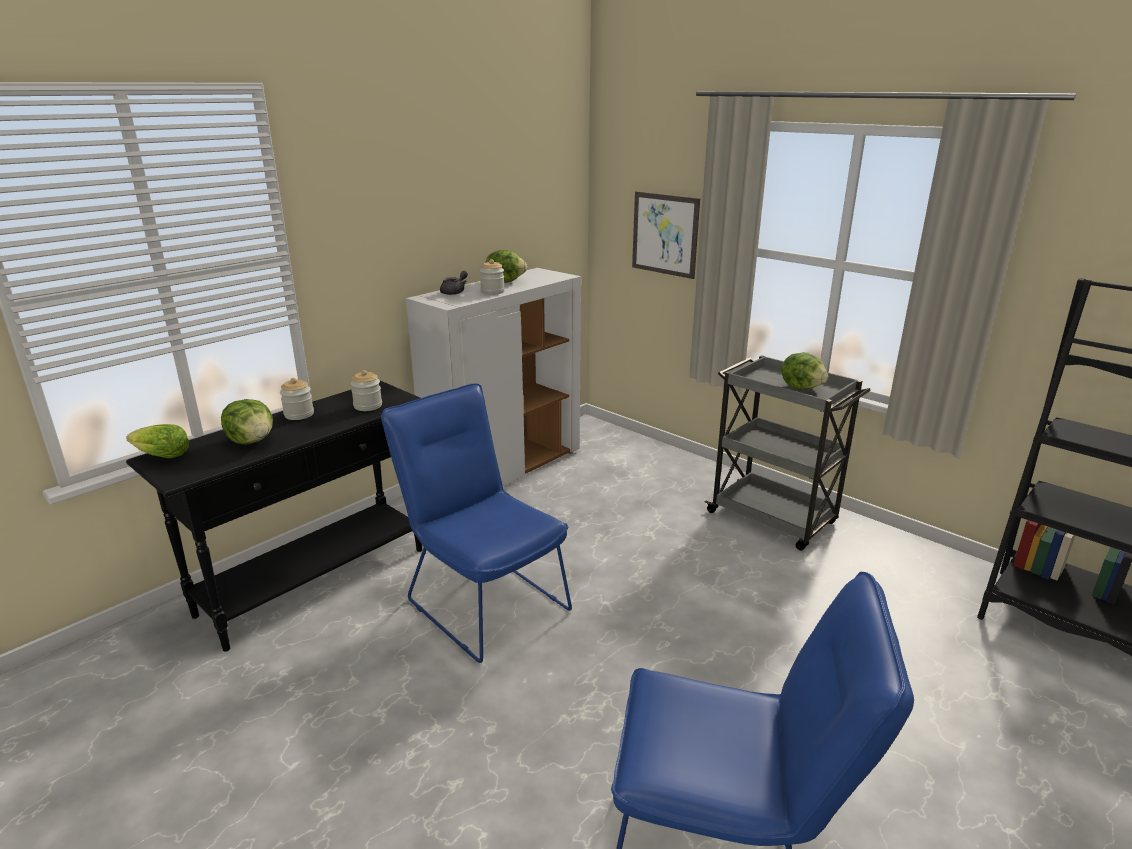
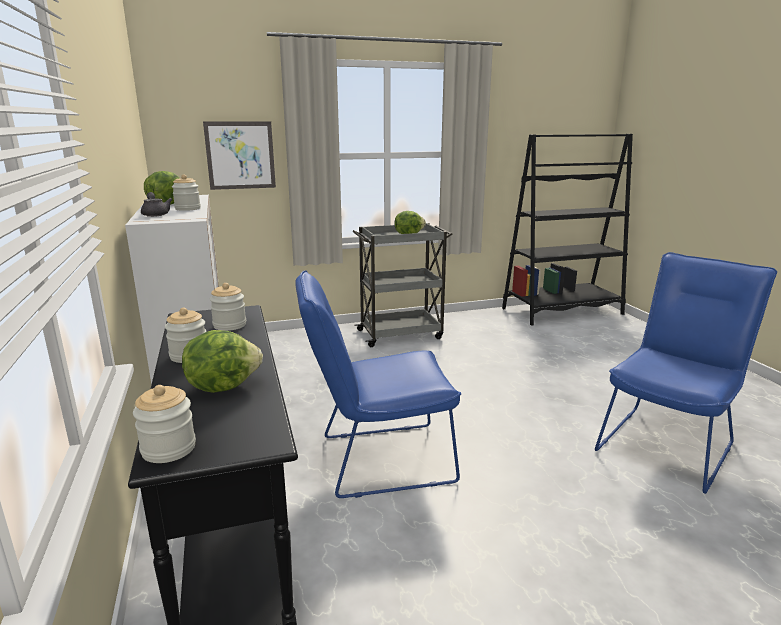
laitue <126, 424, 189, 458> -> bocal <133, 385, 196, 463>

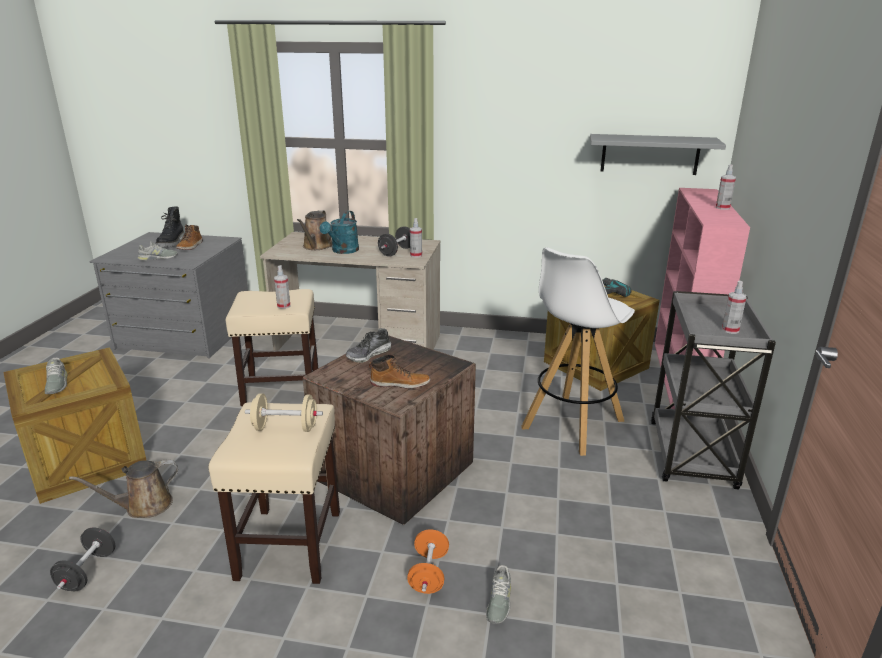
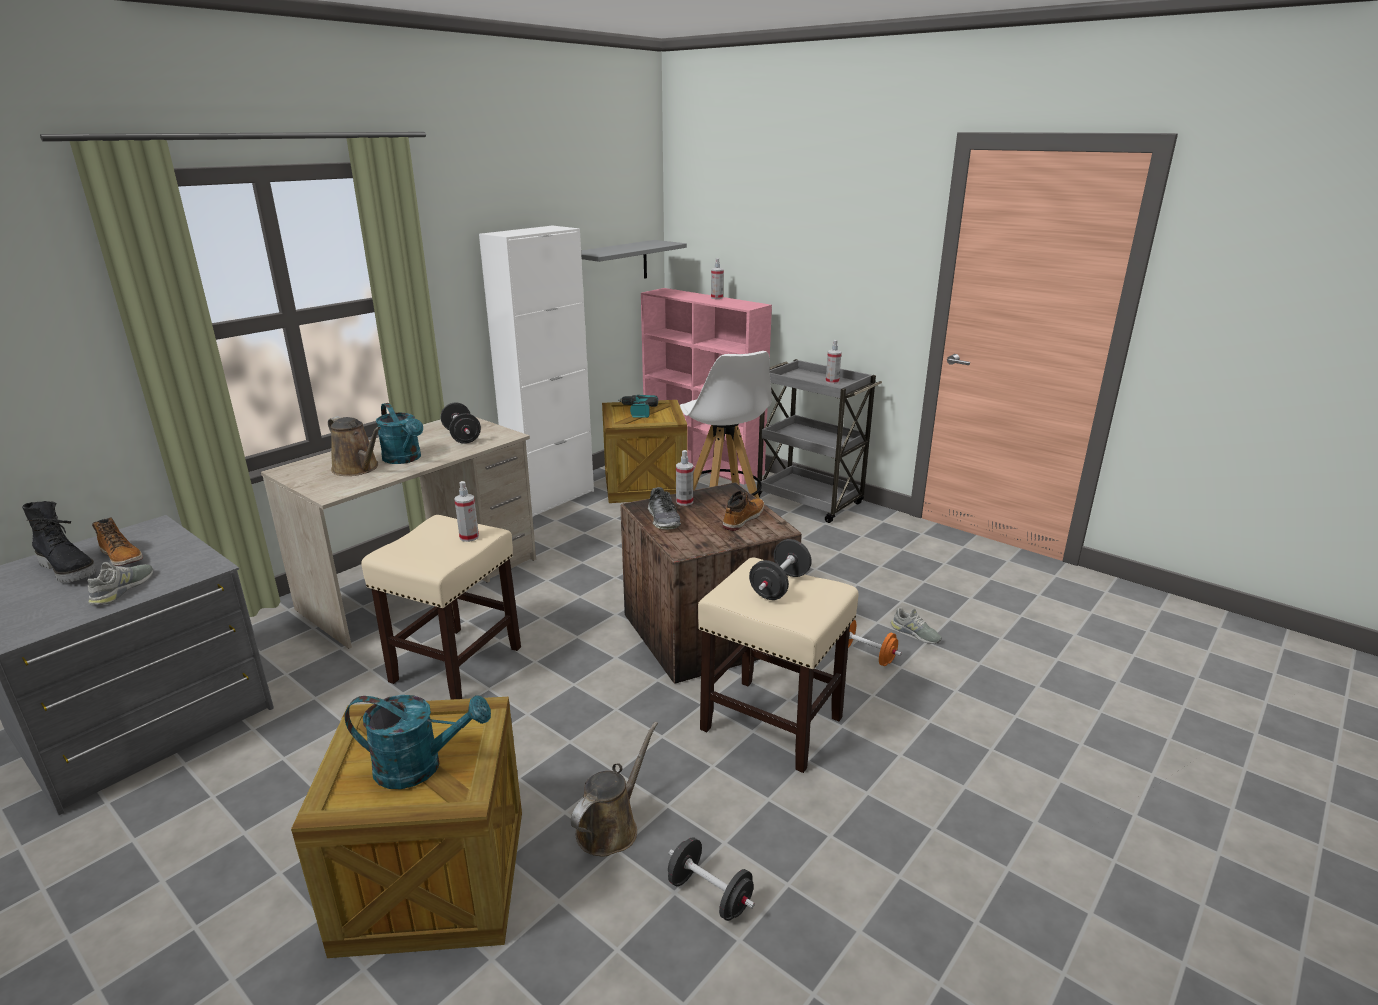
vaporisateur <410, 218, 422, 258> -> vaporisateur <676, 450, 693, 506>, moved
chaussure/gris <45, 358, 67, 394> -> arrosoir/turquoise <345, 695, 491, 789>
haltère/beige <245, 393, 323, 432> -> haltère/noir <749, 539, 812, 600>
arrosoir/marron <69, 460, 178, 518> -> arrosoir/marron <571, 722, 658, 857>, 150 degrees counterclockwise
none -> meuble de rangement/blanc <479, 226, 594, 517>

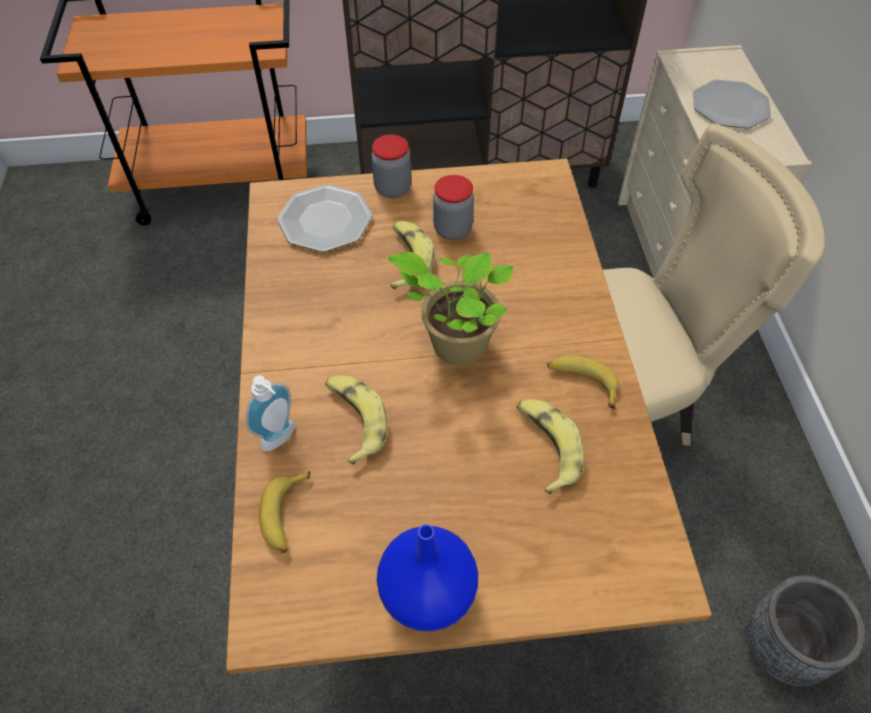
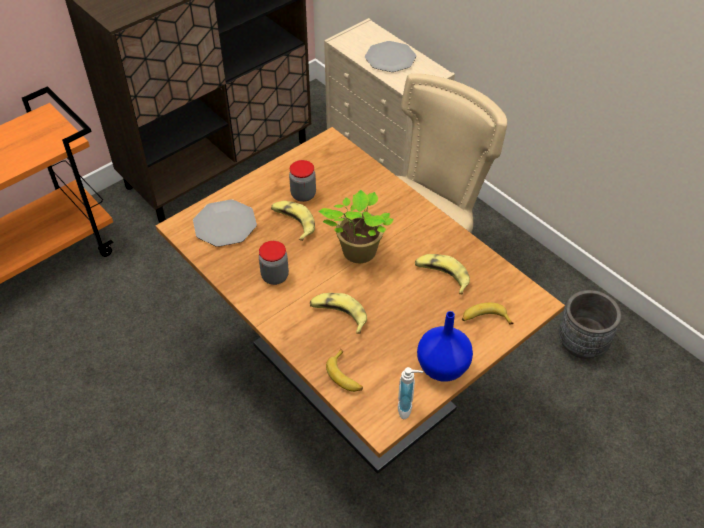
bocal <371, 135, 411, 198> -> bocal <259, 241, 289, 285>, moved
banane <547, 355, 619, 409> -> banane <462, 302, 514, 325>, moved
distributeur de savon <246, 375, 295, 451> -> distributeur de savon <398, 367, 423, 419>, moved

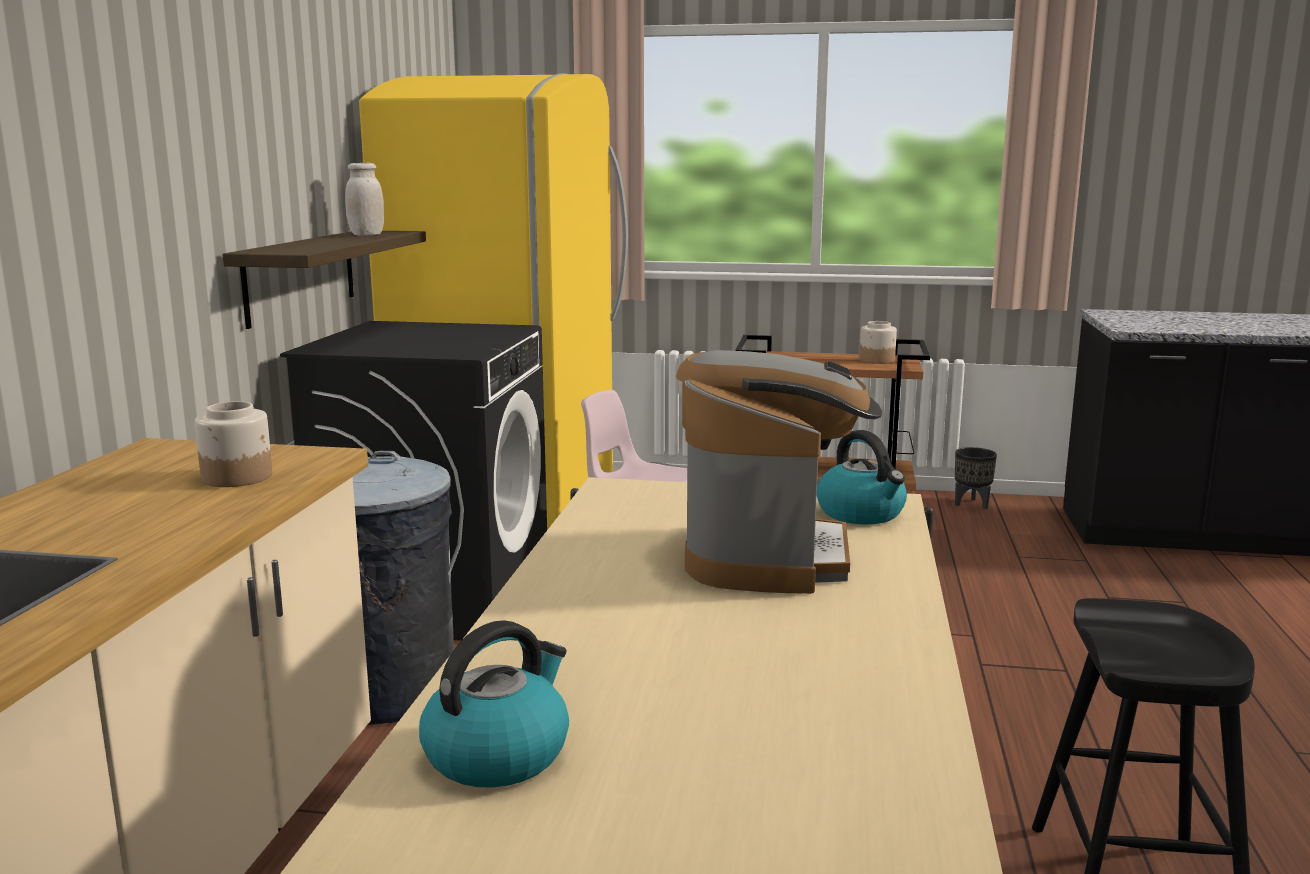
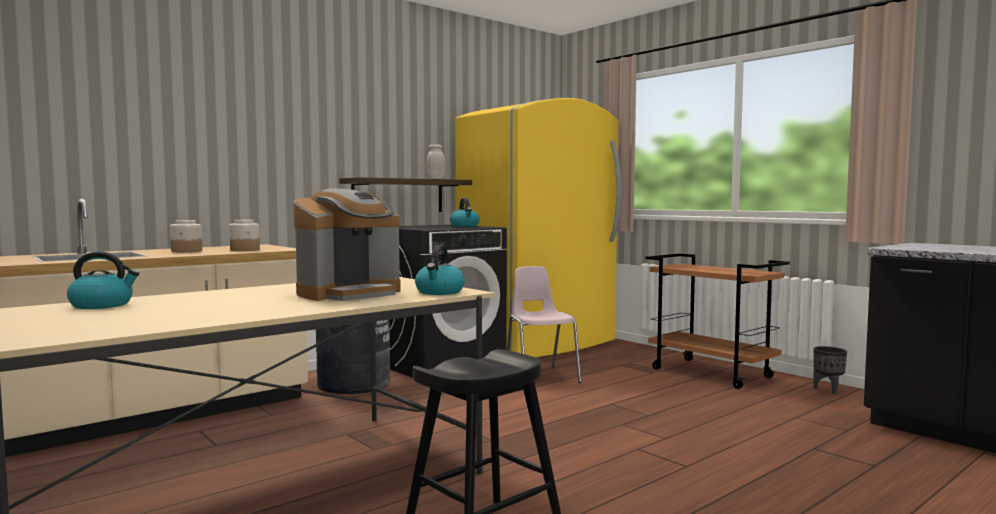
bocal <859, 321, 897, 364> -> bocal <170, 220, 202, 252>, moved
none -> bouilloire <450, 198, 479, 227>

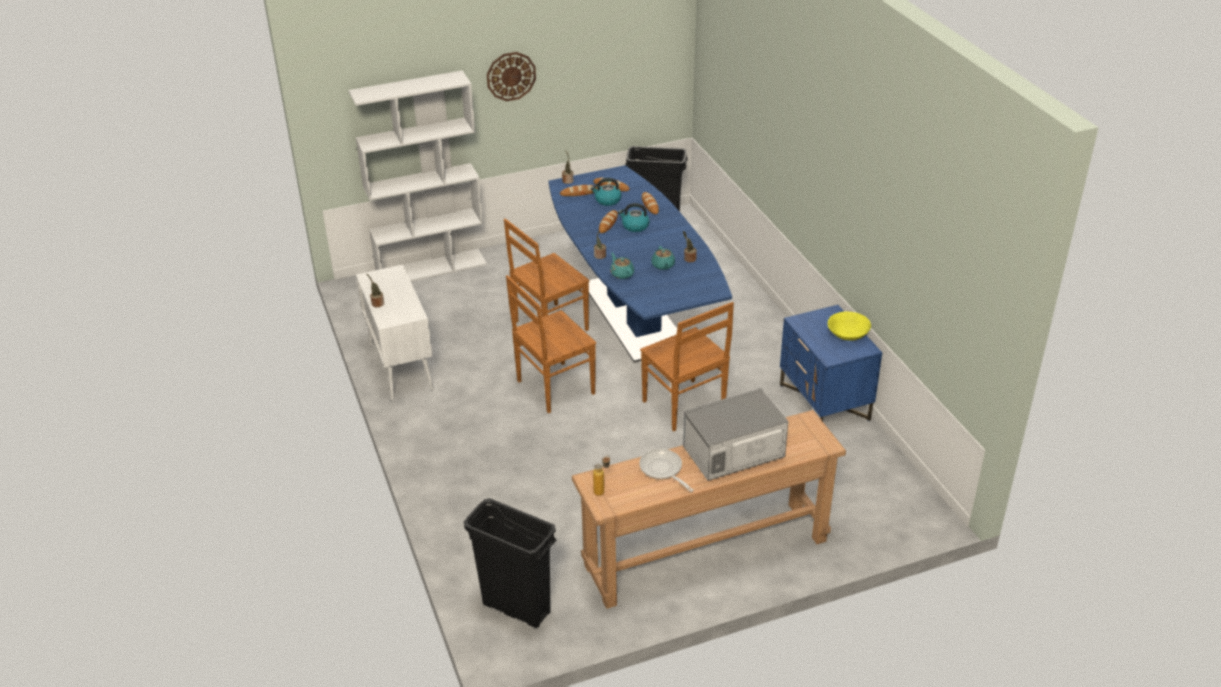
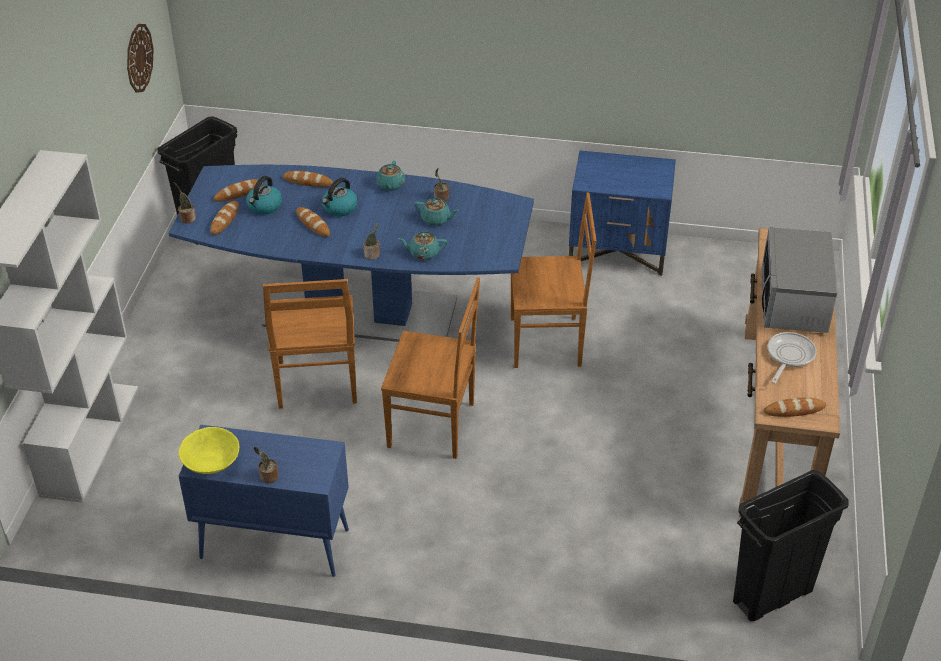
horloge murale <487, 52, 536, 101> -> horloge murale <127, 24, 154, 93>, moved
meuble de rangement/blanc <356, 265, 434, 400> -> meuble de rangement/bleu <179, 425, 349, 577>
chaise/marron <506, 275, 596, 413> -> chaise/marron <381, 277, 480, 459>, 75 degrees counterclockwise
bol/jaune <828, 312, 871, 341> -> bol/jaune <179, 427, 239, 474>, moved
poêle <639, 449, 694, 492> -> poêle <767, 332, 816, 384>, 120 degrees clockwise
bouteille <593, 456, 610, 496> -> pain <764, 398, 826, 417>
none -> théière/turquoise <376, 161, 405, 191>

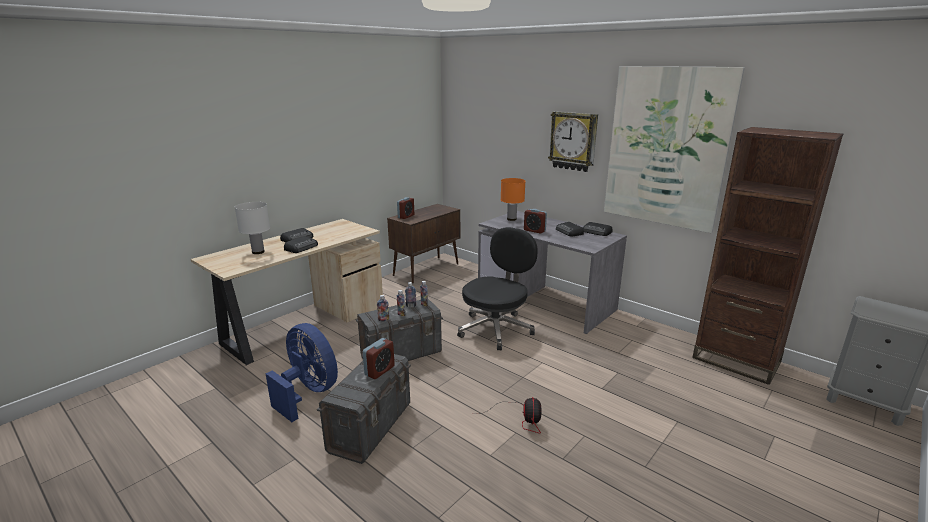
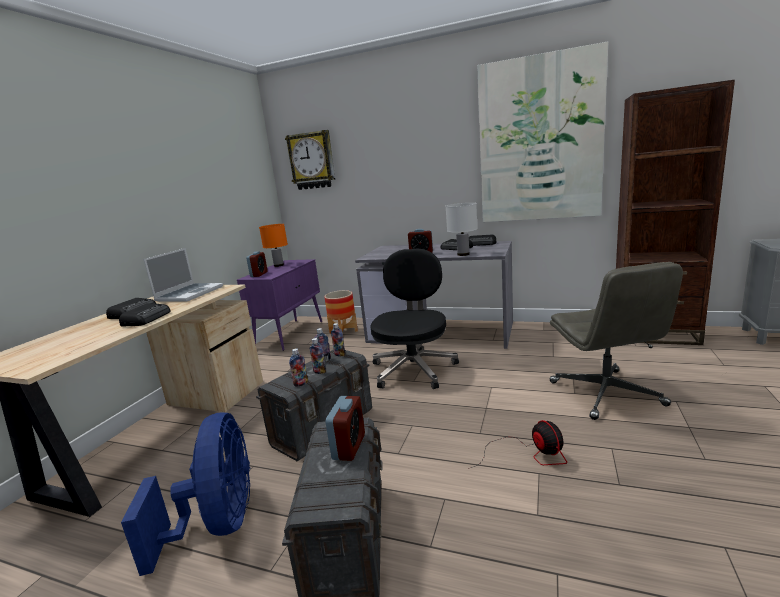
horloge murale <548, 111, 598, 172> -> horloge murale <285, 130, 335, 190>, moved
lampe de table/orange <501, 178, 525, 221> -> lampe de table/orange <259, 224, 288, 267>, moved
lampe de table/blanc <235, 202, 270, 254> -> lampe de table/blanc <446, 203, 478, 256>, moved
meuble de rangement/marron <387, 204, 460, 284> -> meuble de rangement/violet <237, 259, 322, 351>
ventilateur/bleu <266, 323, 338, 422> -> ventilateur/bleu <121, 412, 250, 576>, 60 degrees clockwise
none -> ordinateur portable <143, 248, 223, 302>
none -> chaise de bureau/gris <549, 262, 683, 420>
none -> cache-pot <324, 290, 358, 334>

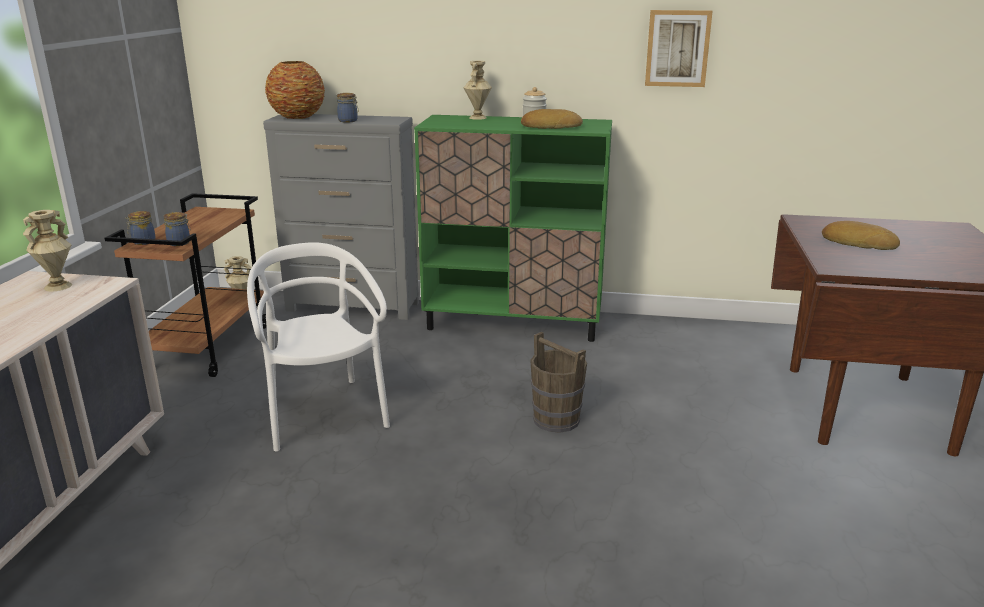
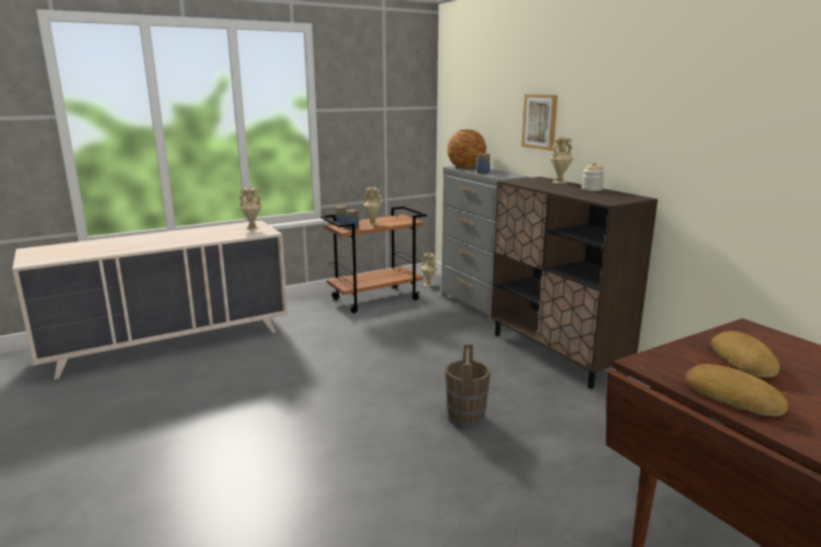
tableau <645, 10, 713, 87> -> tableau <522, 94, 558, 151>, moved
pain <521, 109, 583, 129> -> pain <685, 364, 788, 417>, moved
meuble de rangement/vert <414, 115, 612, 342> -> meuble de rangement/marron <491, 177, 658, 389>
chaise/blanc <247, 242, 390, 452> -> none
none -> vase/beige <363, 187, 382, 225>

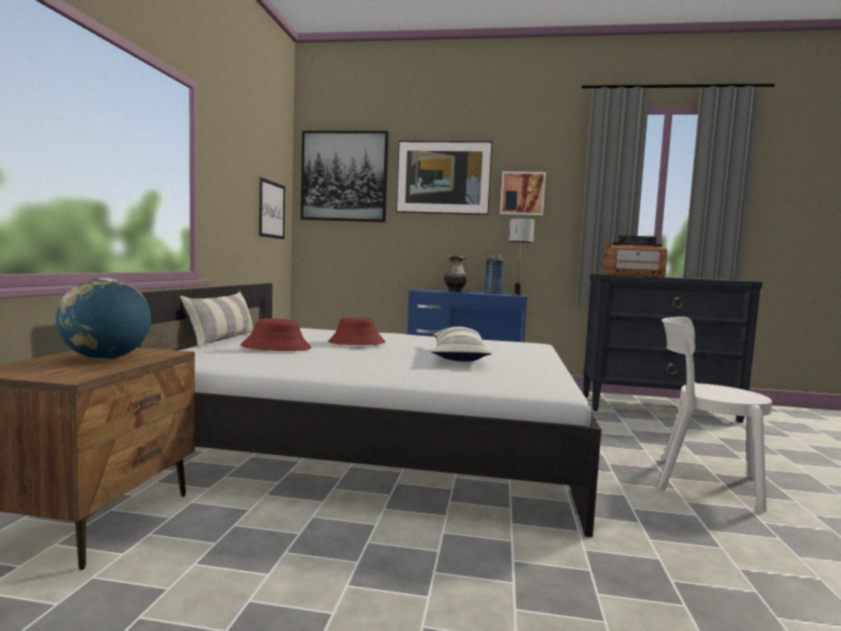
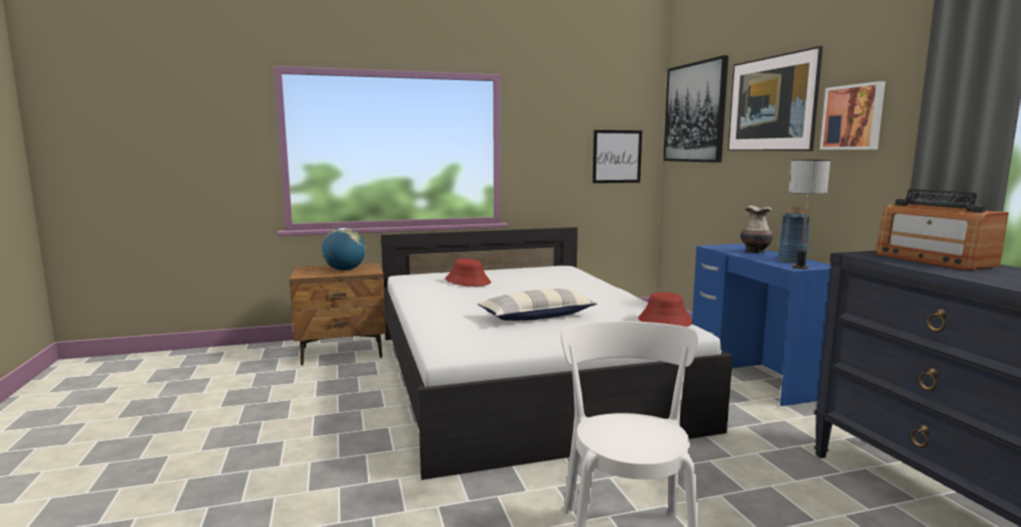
coussin <180, 291, 253, 348> -> none
chapeau/rouge <328, 317, 385, 345> -> chapeau/rouge <638, 292, 693, 327>, moved

